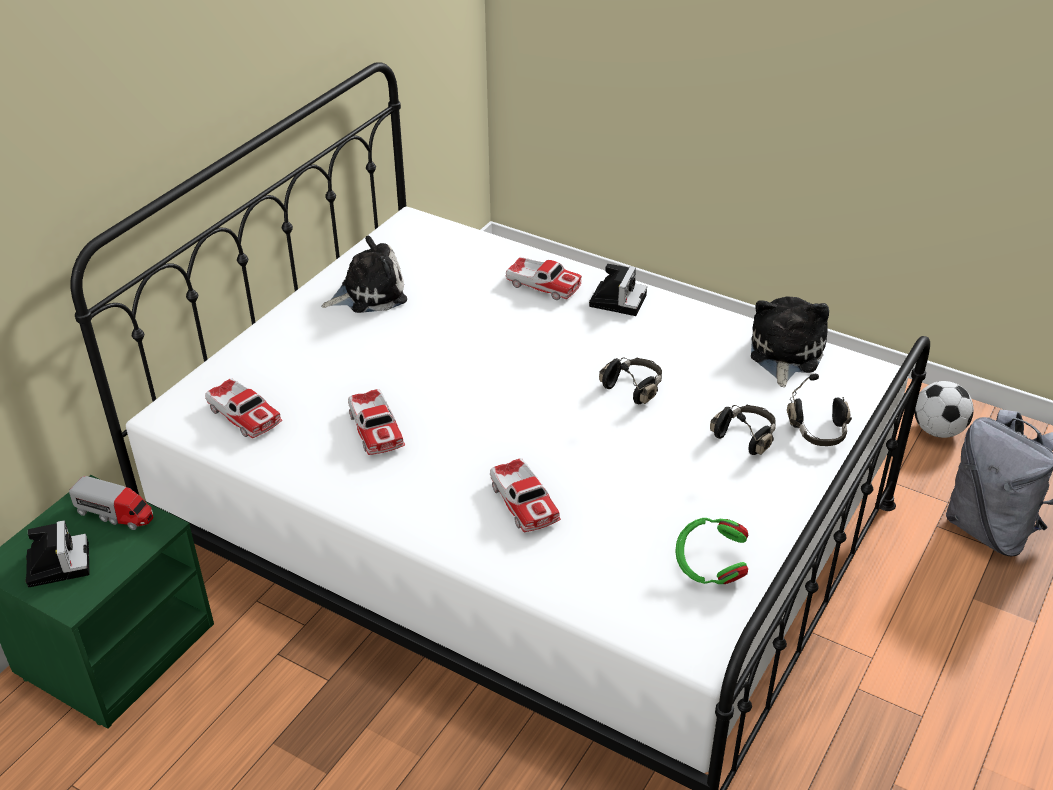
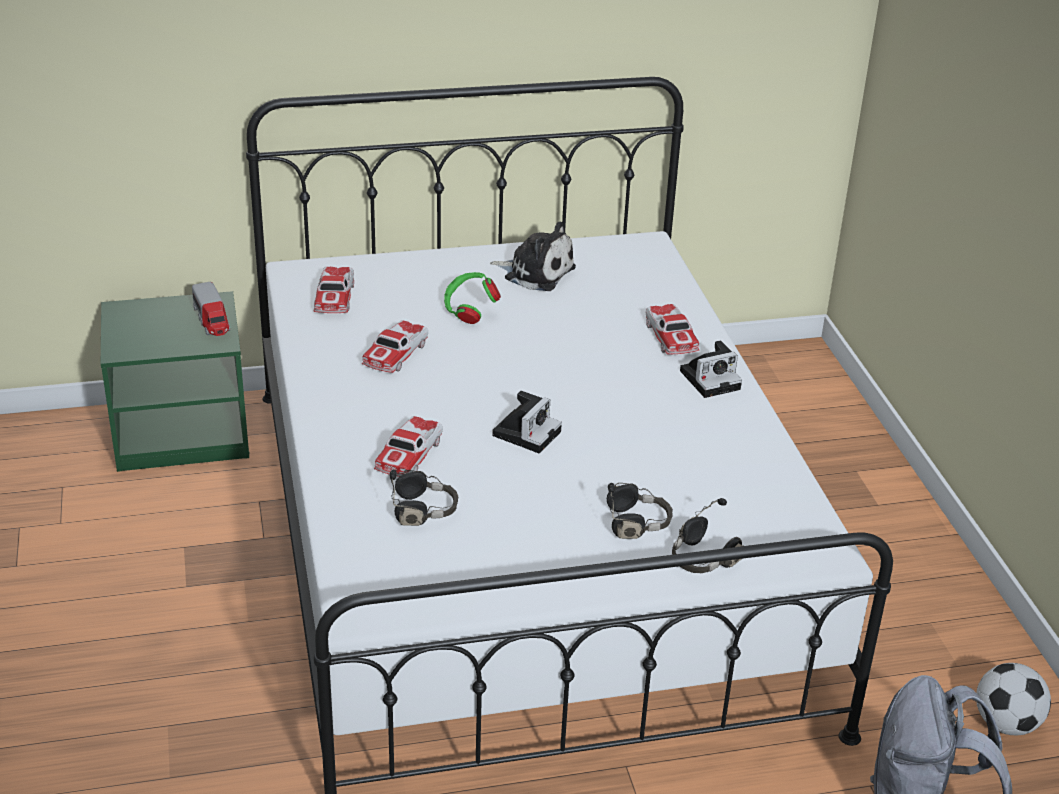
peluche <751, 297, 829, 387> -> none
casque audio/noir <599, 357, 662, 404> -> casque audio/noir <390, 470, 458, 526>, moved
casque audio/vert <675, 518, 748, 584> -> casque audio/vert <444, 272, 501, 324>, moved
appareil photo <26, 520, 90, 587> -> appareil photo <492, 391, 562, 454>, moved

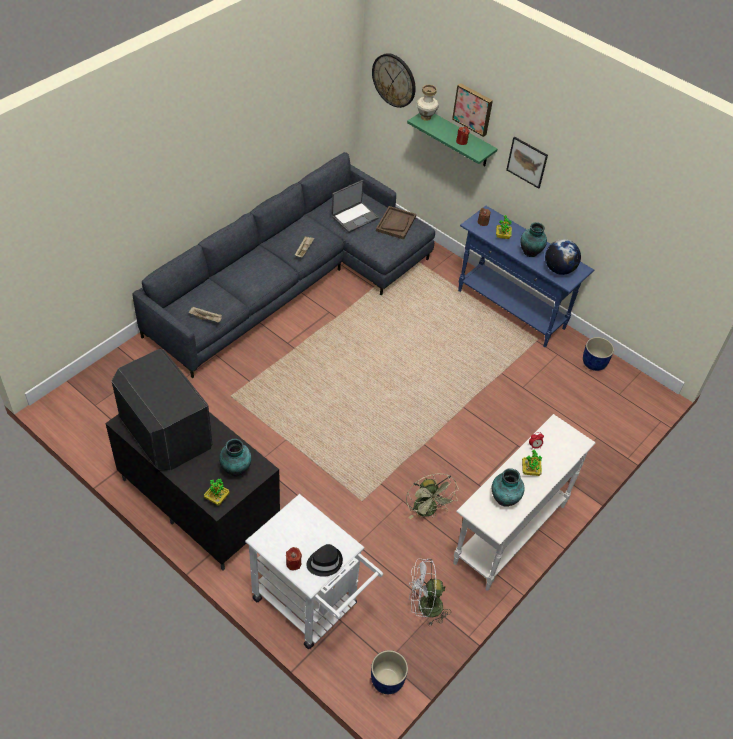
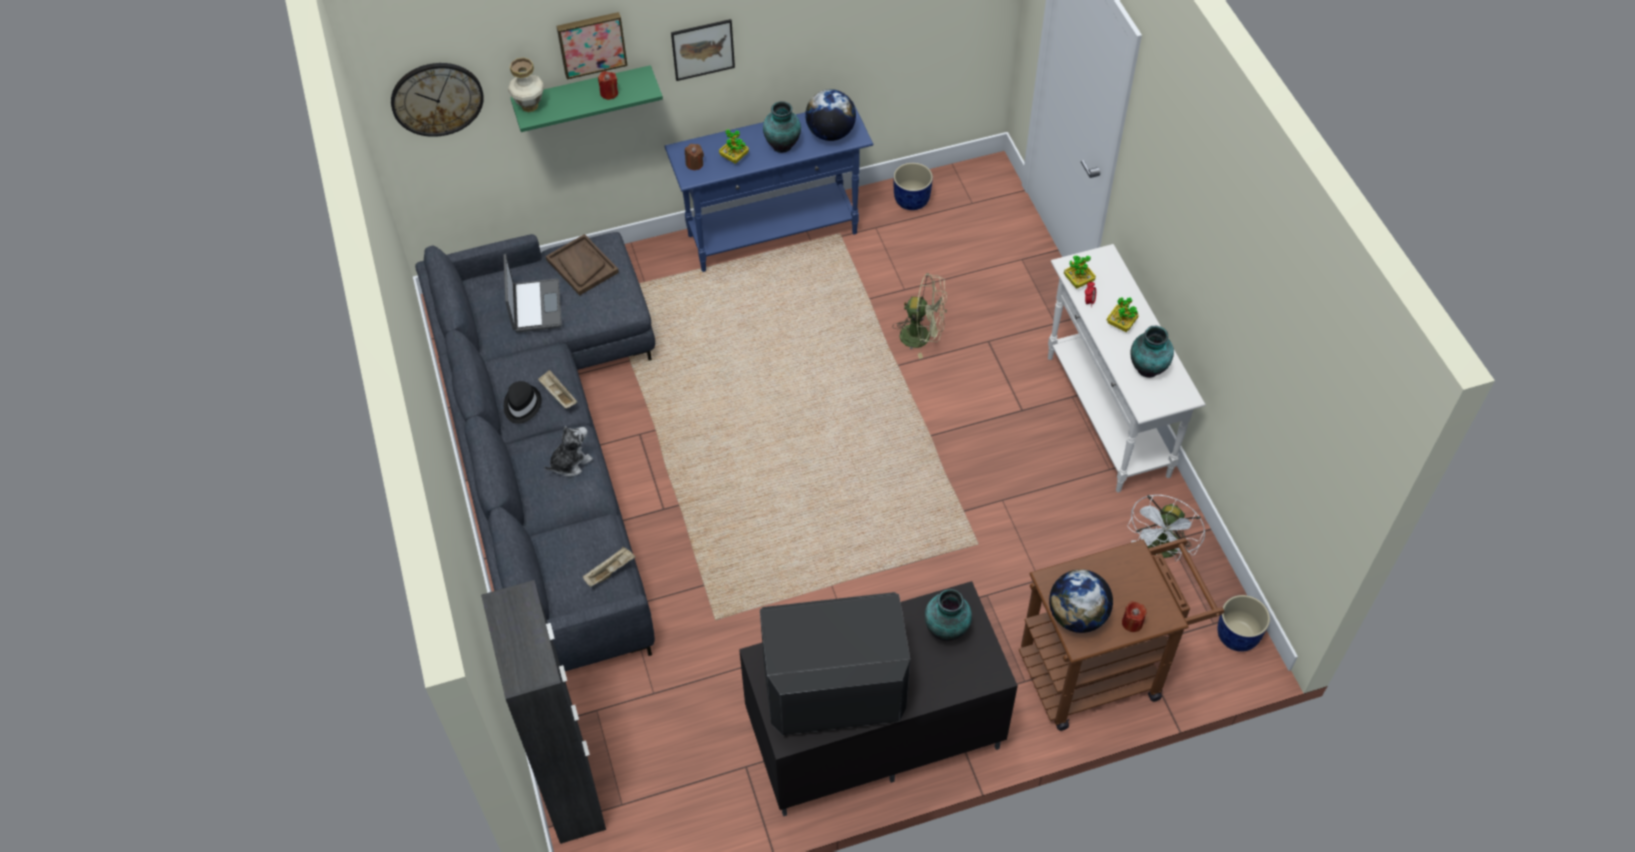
ventilateur/vert <406, 473, 459, 519> -> ventilateur/vert <894, 273, 947, 359>, moved
plante en pot <204, 478, 230, 506> -> plante en pot <1064, 256, 1096, 289>, moved
chariot/blanc <245, 494, 383, 649> -> chariot/marron <1019, 538, 1224, 731>
chapeau/noir <306, 544, 343, 577> -> chapeau/noir <504, 381, 542, 424>, moved
none -> peluche <544, 426, 593, 477>
none -> globe <1049, 569, 1113, 633>
none -> meuble de rangement/noir <481, 580, 606, 844>

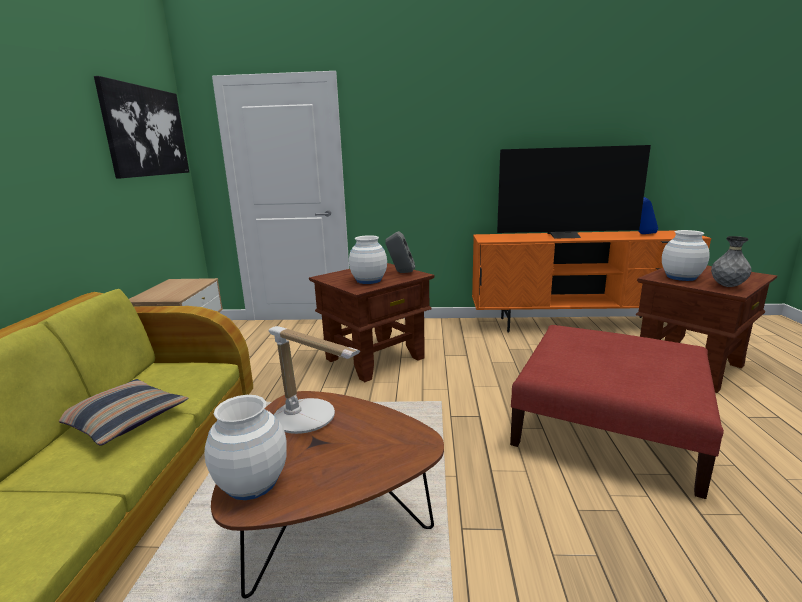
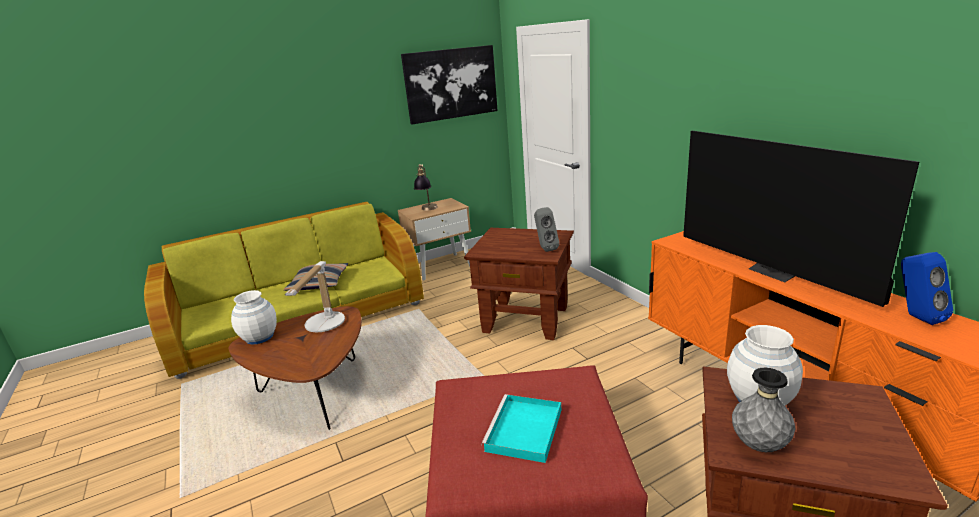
vase/blanc <349, 235, 387, 284> -> none
none -> lampe de table <414, 164, 438, 210>
none -> plateau/turquoise <481, 394, 561, 463>

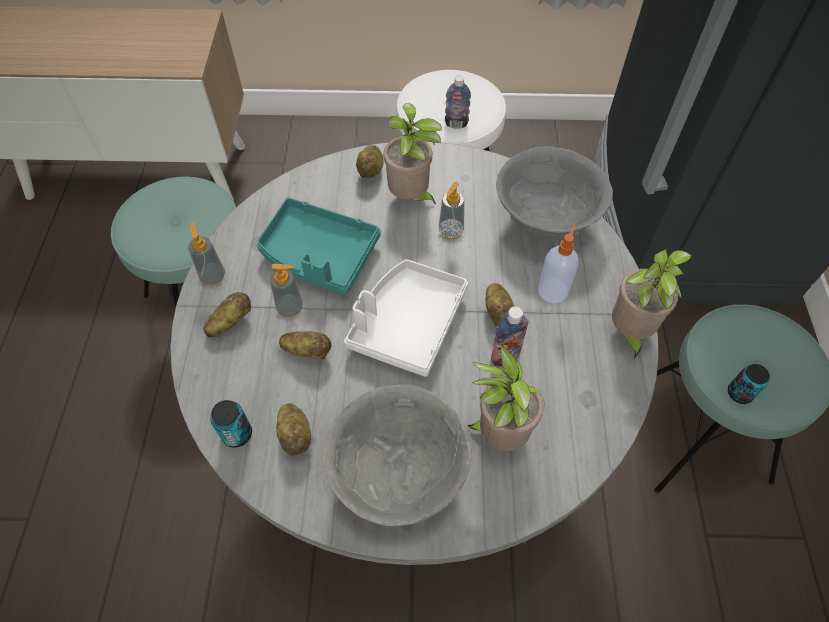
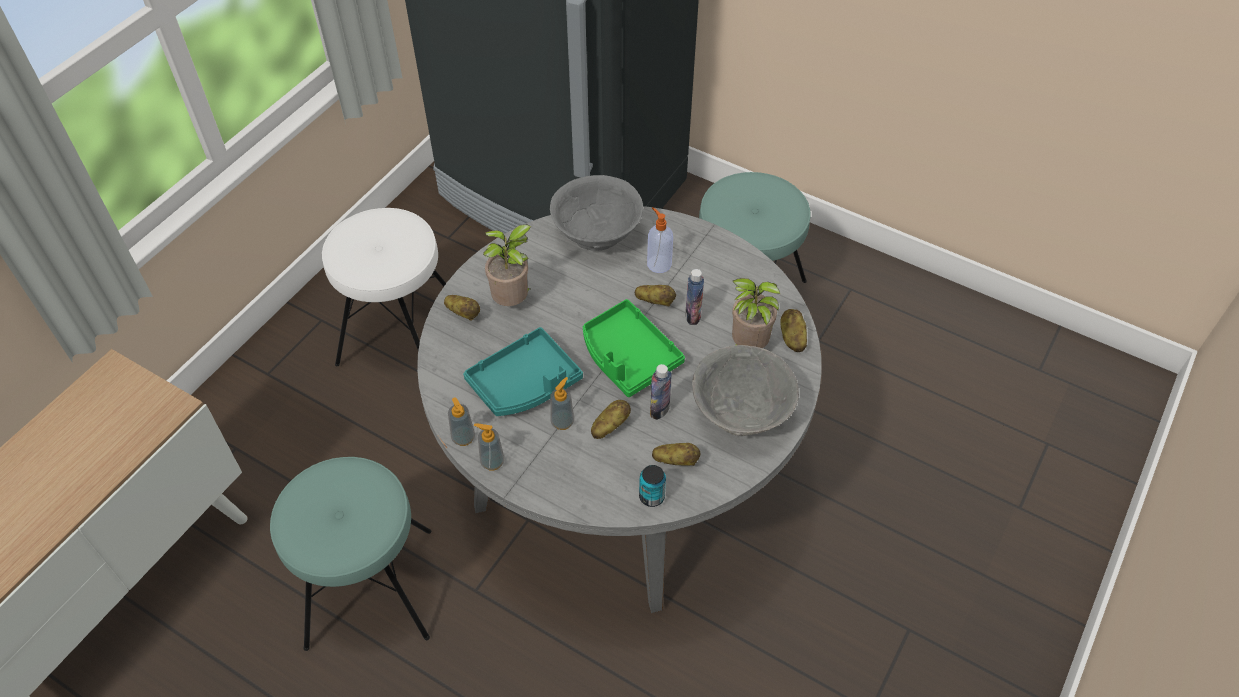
bouteille <445, 75, 471, 129> -> bouteille <650, 364, 672, 420>, moved
distributeur de savon <439, 182, 464, 239> -> distributeur de savon <448, 398, 475, 446>, moved
plante en pot <612, 249, 692, 359> -> none
plateau/blanc <344, 259, 468, 377> -> plateau/vert <583, 299, 685, 397>
pomme de terre <204, 292, 251, 338> -> pomme de terre <780, 309, 807, 352>, moved
boîte métallique <728, 364, 770, 404> -> none

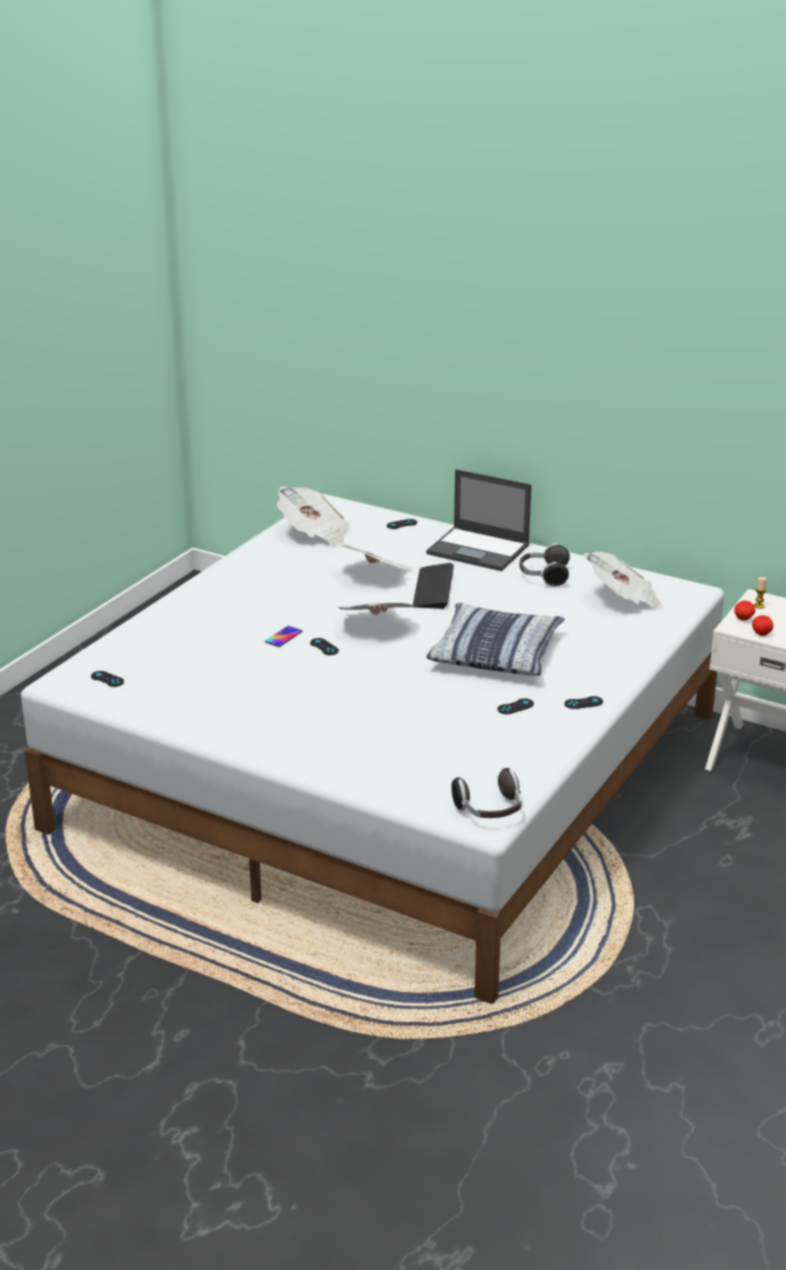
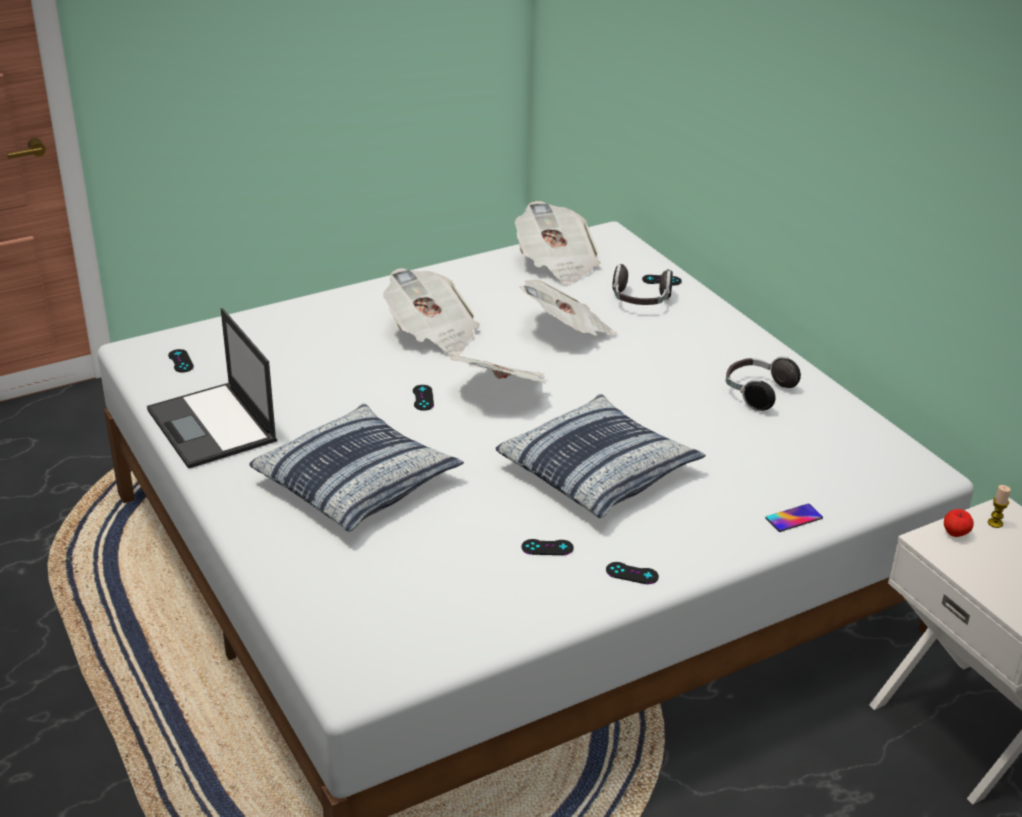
ordinateur portable <426, 469, 531, 571> -> ordinateur portable <147, 308, 277, 469>, moved
journal <584, 551, 663, 608> -> journal <383, 268, 480, 355>, moved
clavier <413, 563, 454, 609> -> none
pomme <752, 615, 774, 636> -> none
téléphone <265, 626, 302, 647> -> téléphone <765, 504, 823, 532>, moved
casque audio <452, 768, 522, 818> -> casque audio <613, 264, 673, 305>, moved
none -> coussin <249, 403, 464, 532>

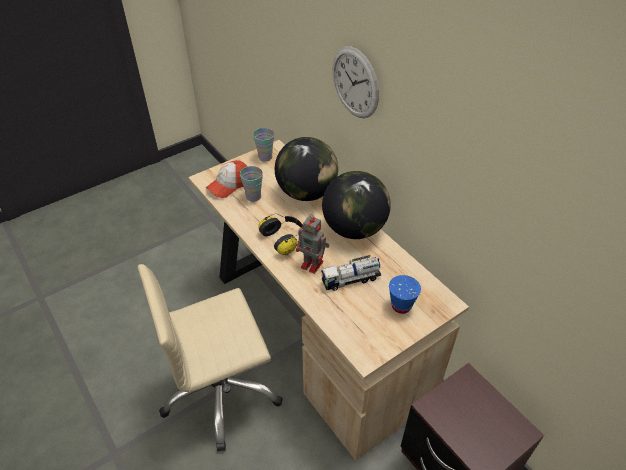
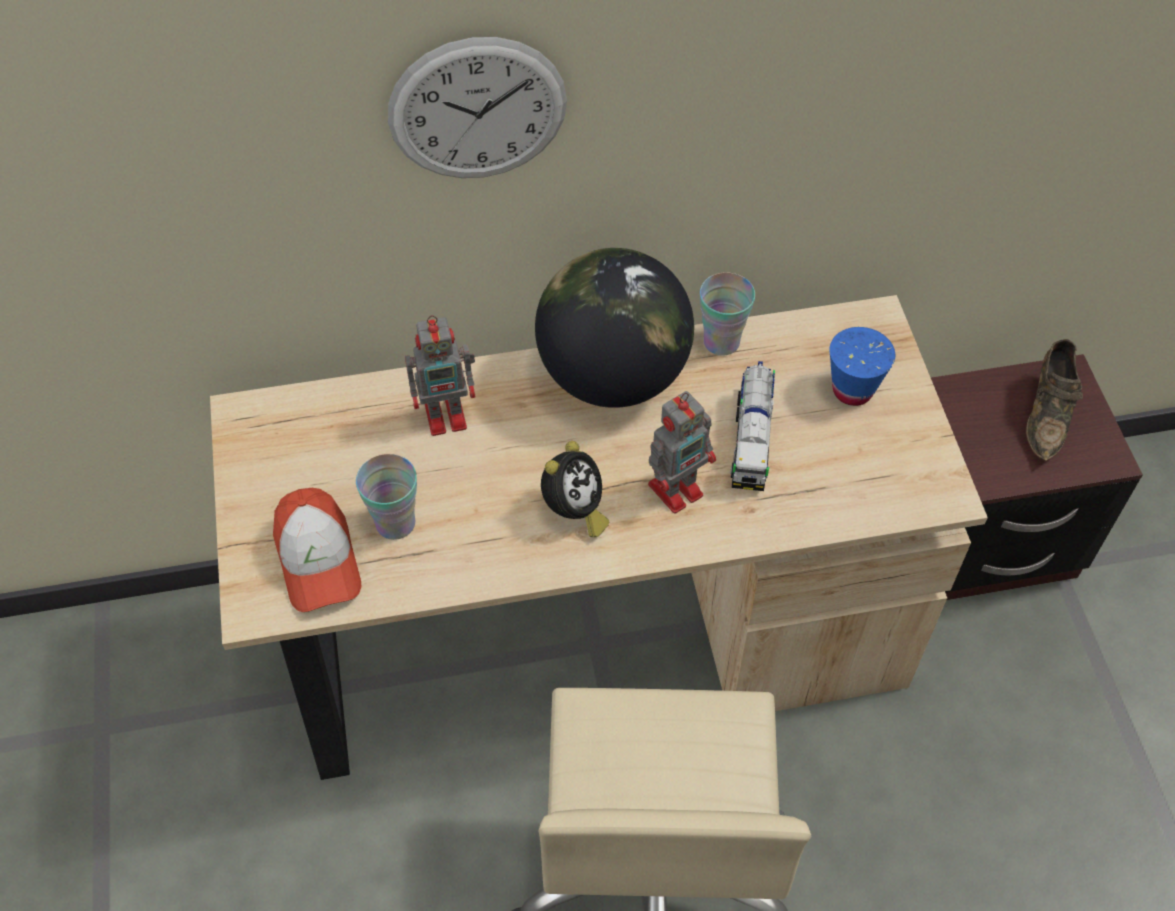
tasse <253, 128, 274, 161> -> tasse <700, 272, 755, 356>, moved
globe <275, 137, 338, 201> -> robot jouet <405, 315, 476, 436>
casque audio <258, 213, 303, 255> -> réveil <541, 441, 609, 538>
none -> chaussure/marron <1026, 339, 1083, 462>

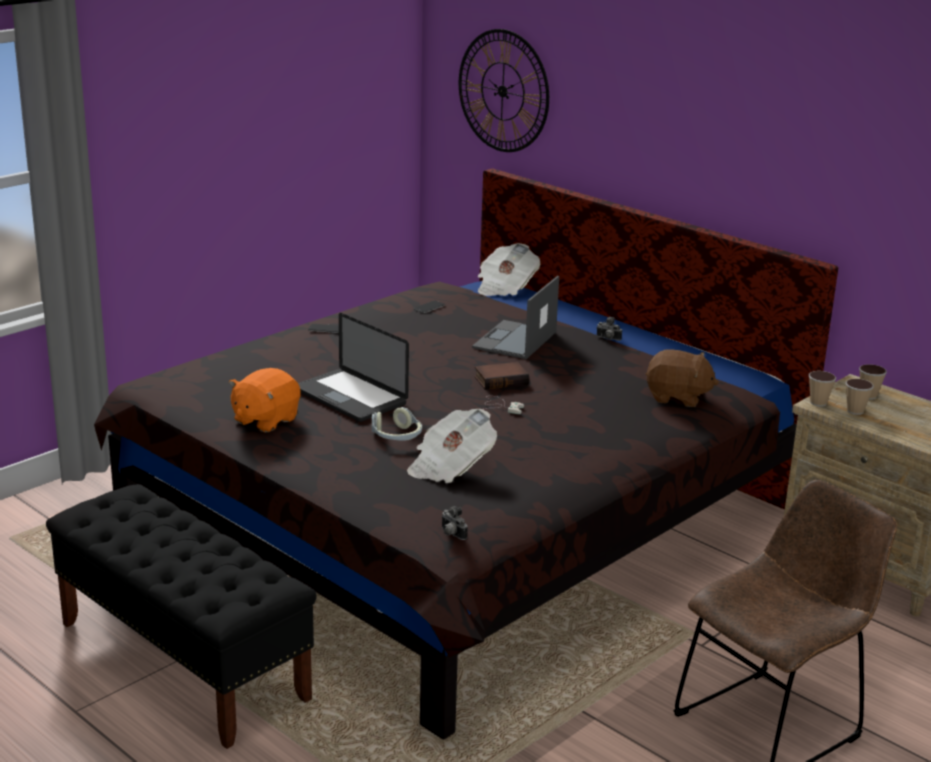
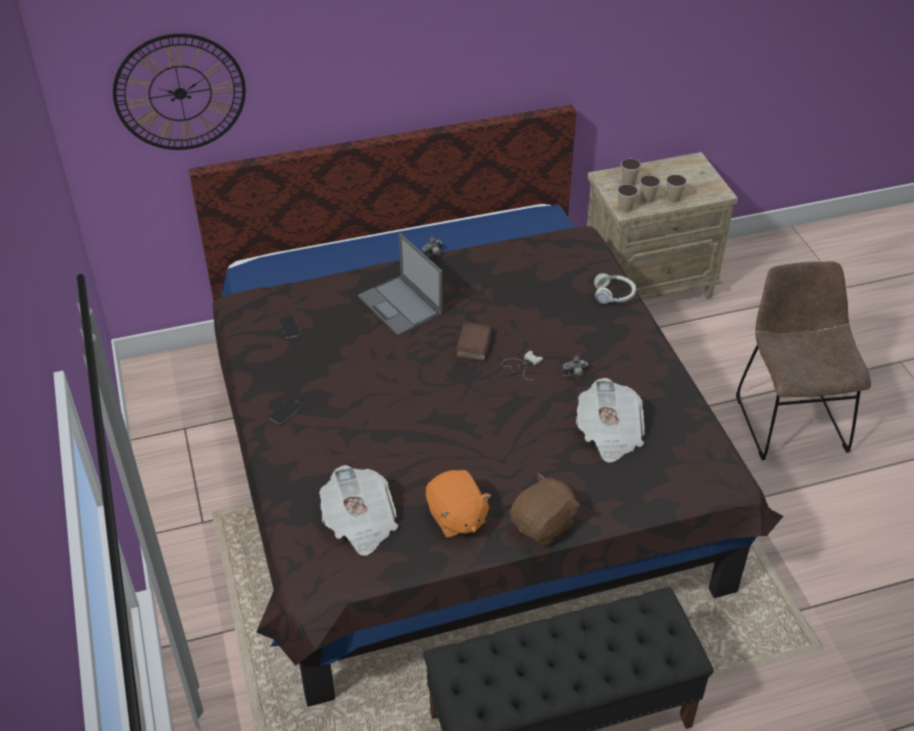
journal <478, 243, 541, 296> -> journal <319, 465, 398, 556>, moved
ordinateur portable <298, 313, 409, 422> -> none
peluche/marron <646, 349, 719, 407> -> peluche/marron <510, 473, 580, 546>, moved
casque audio <372, 407, 422, 441> -> casque audio <594, 273, 636, 304>, moved
appareil photo <441, 506, 468, 540> -> appareil photo <562, 355, 588, 377>, moved
none -> tasse <666, 175, 687, 203>

